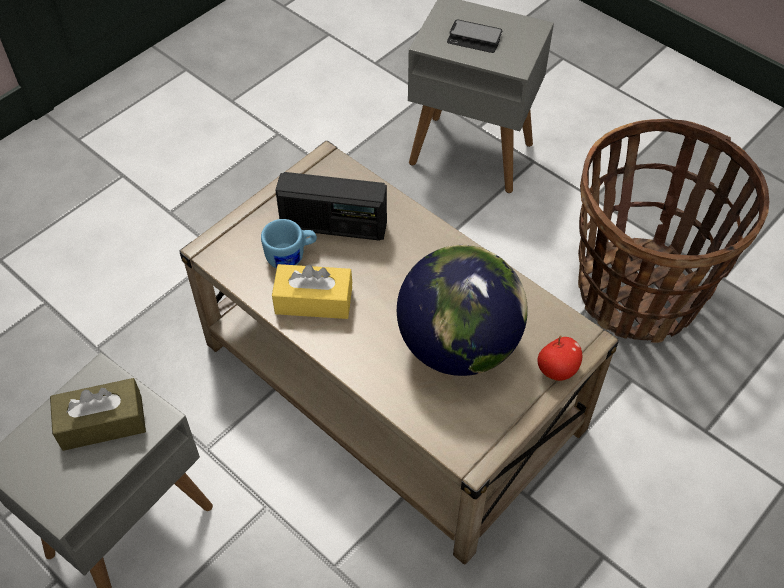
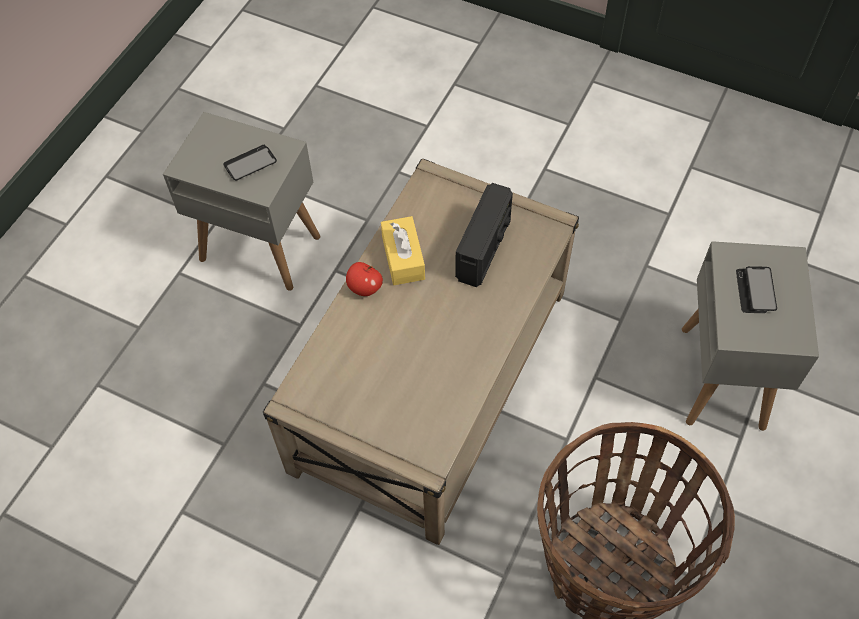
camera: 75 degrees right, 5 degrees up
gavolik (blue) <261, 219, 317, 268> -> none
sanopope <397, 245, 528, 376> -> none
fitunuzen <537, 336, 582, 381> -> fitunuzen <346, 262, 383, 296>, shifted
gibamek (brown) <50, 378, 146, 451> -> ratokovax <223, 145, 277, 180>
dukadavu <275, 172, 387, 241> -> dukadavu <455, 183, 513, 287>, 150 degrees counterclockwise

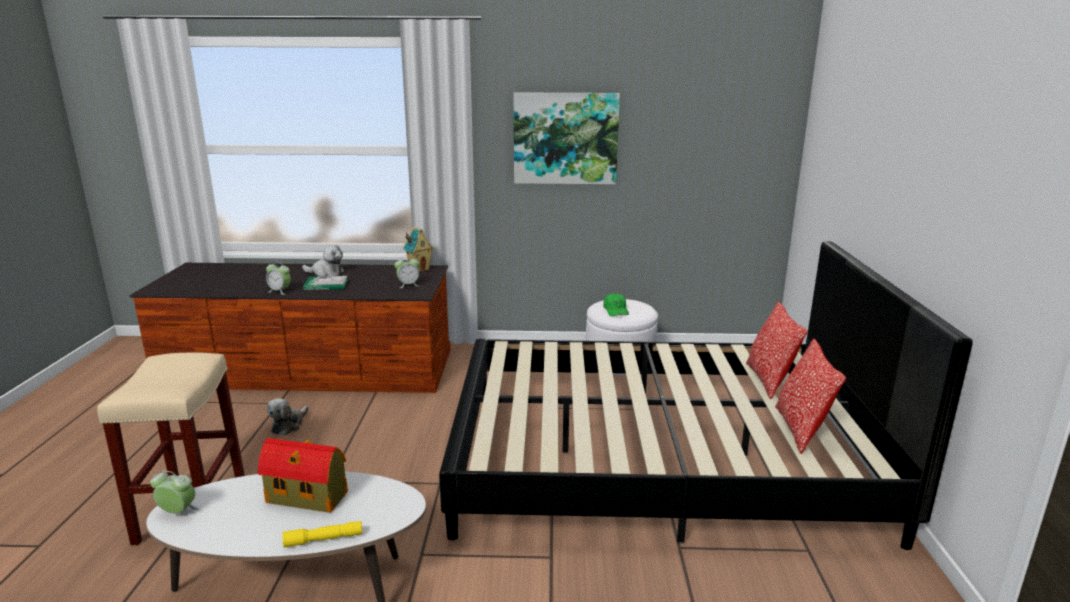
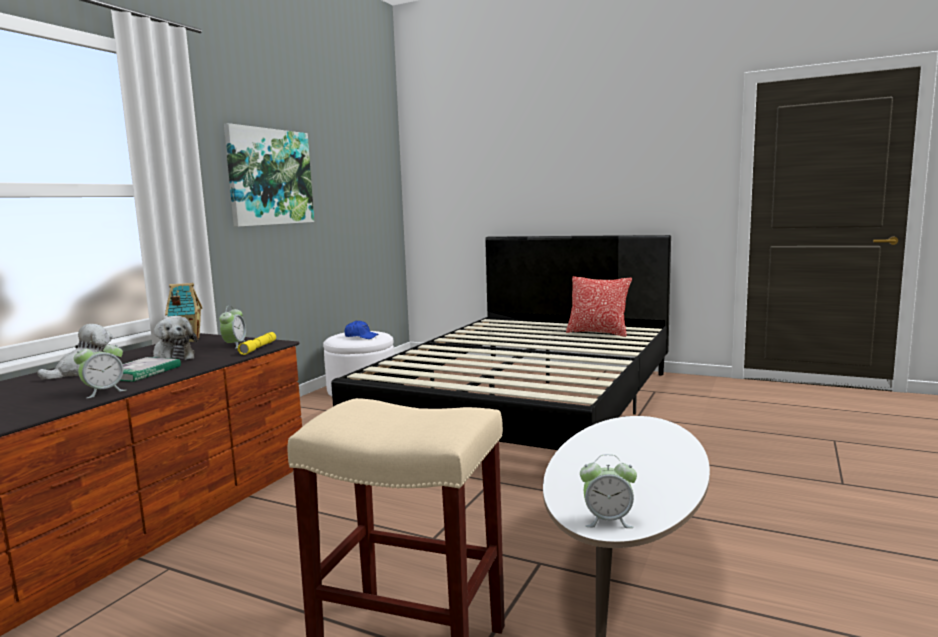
camera: 65 degrees left, 10 degrees down
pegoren <258, 438, 348, 513> -> none
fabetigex <746, 301, 808, 399> -> none
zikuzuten <267, 398, 309, 436> -> zikuzuten <153, 316, 198, 361>, shifted
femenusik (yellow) <282, 521, 362, 548> -> femenusik (yellow) <238, 332, 276, 355>, shifted
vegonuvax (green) <603, 293, 629, 316> -> vegonuvax (blue) <344, 320, 379, 339>
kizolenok <150, 471, 199, 514> -> kizolenok <580, 454, 637, 528>, 120 degrees counterclockwise

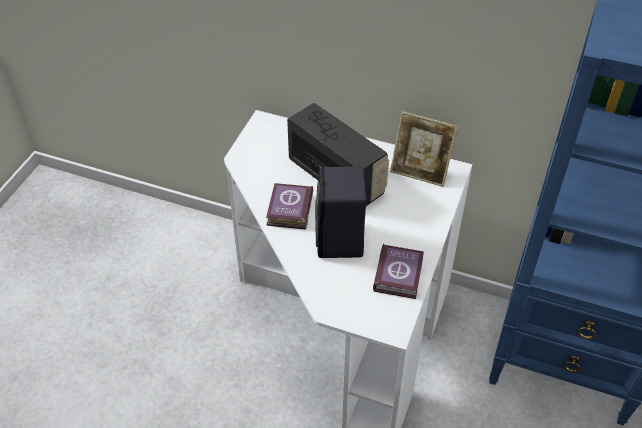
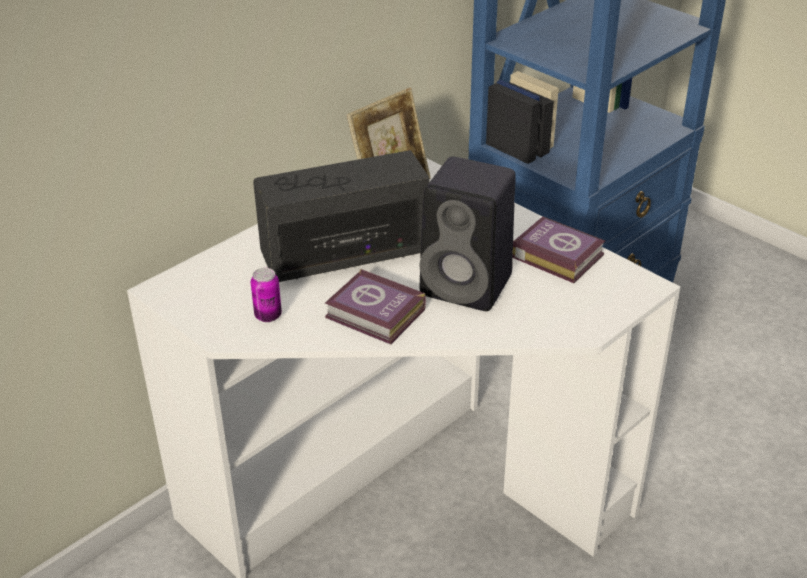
camera: 65 degrees left, 10 degrees down
none -> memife <251, 268, 282, 322>

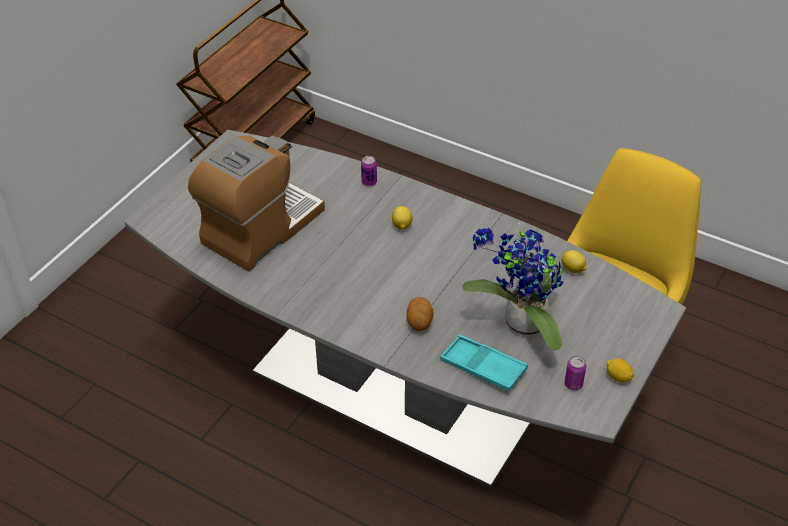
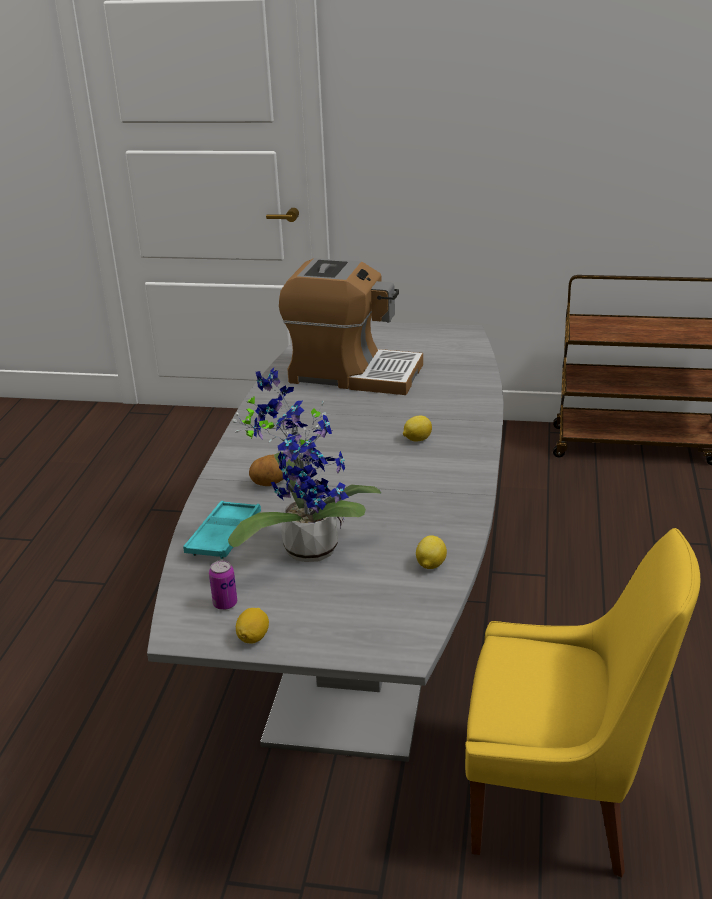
camera: 70 degrees right, 15 degrees down
memife <361, 156, 377, 186> -> none

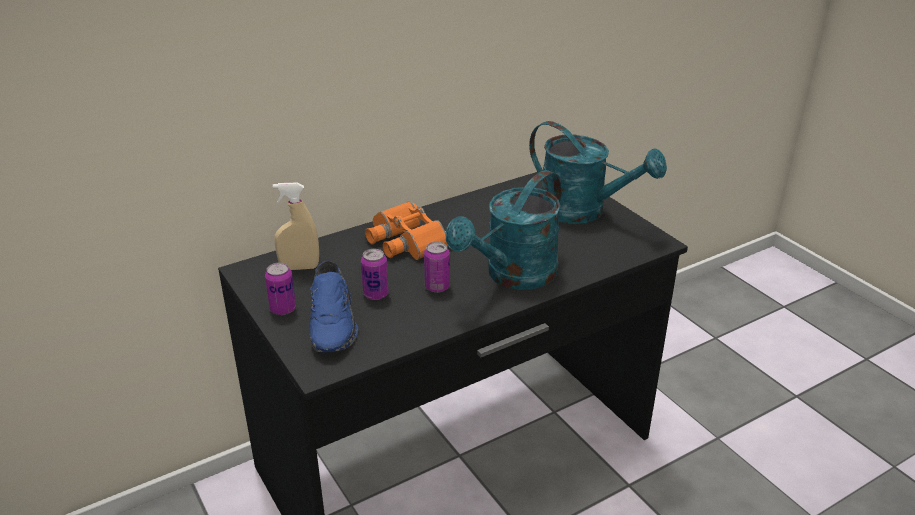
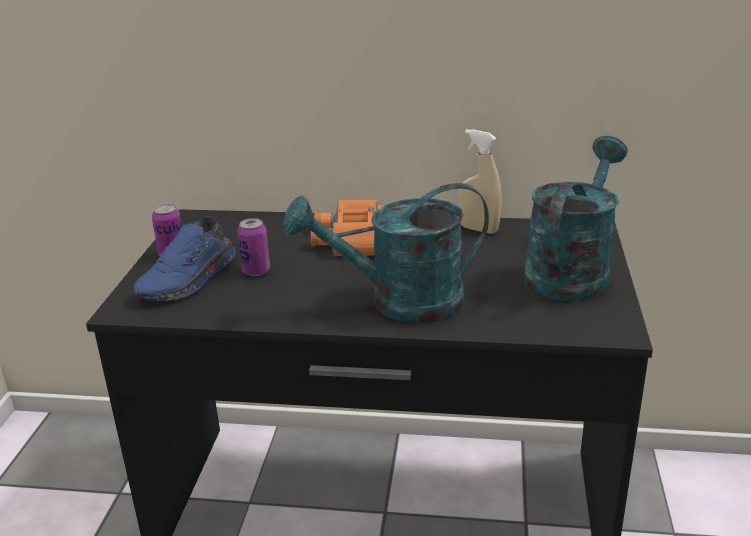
camera: 40 degrees right, 5 degrees down
memife <424, 242, 450, 293> -> none
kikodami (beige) <273, 182, 319, 270> -> kikodami (beige) <459, 129, 502, 234>, shifted
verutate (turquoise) <529, 121, 667, 224> -> verutate (turquoise) <524, 136, 628, 302>, 135 degrees counterclockwise

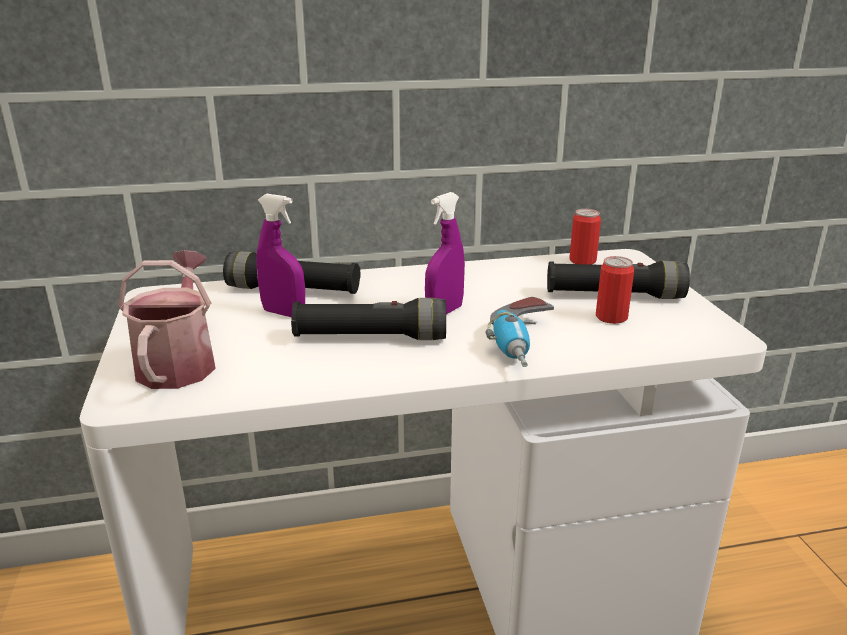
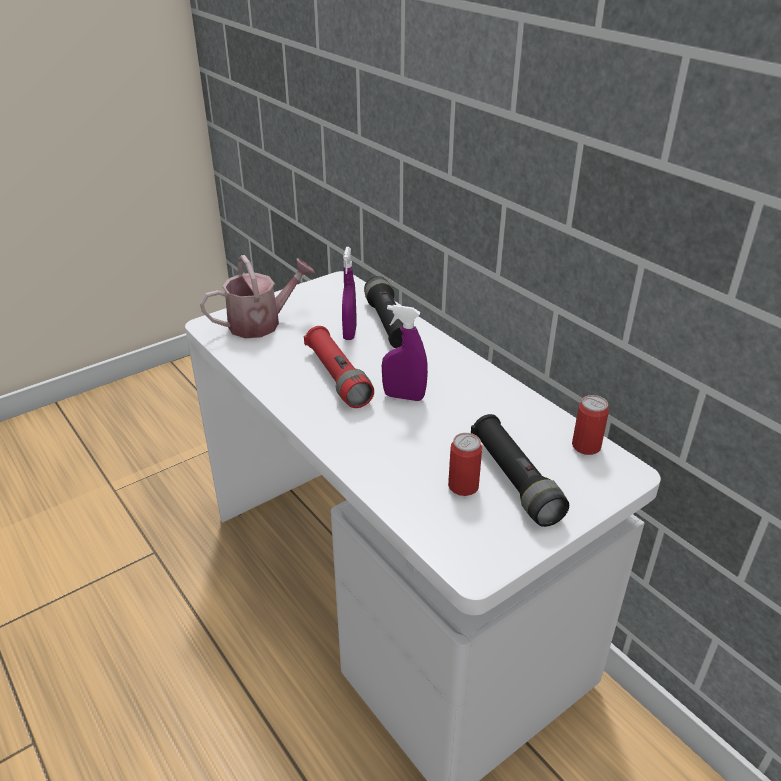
camera: 65 degrees right, 10 degrees up
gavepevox <486, 297, 554, 367> -> none
femenusik (black) <291, 298, 446, 340> -> femenusik (red) <304, 326, 374, 408>

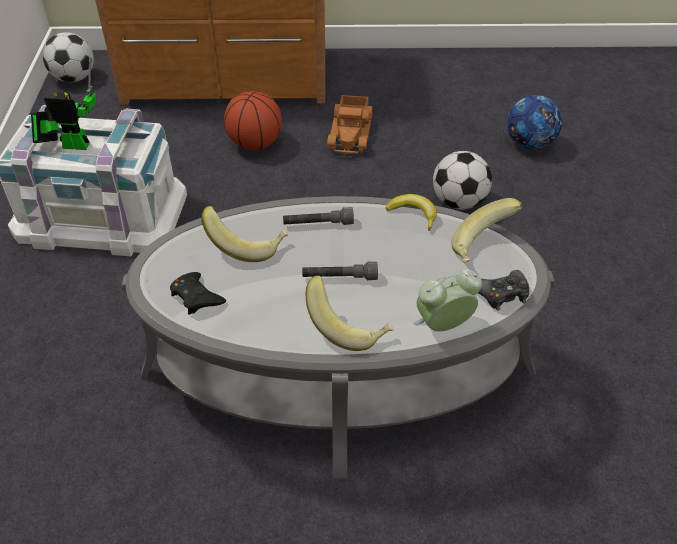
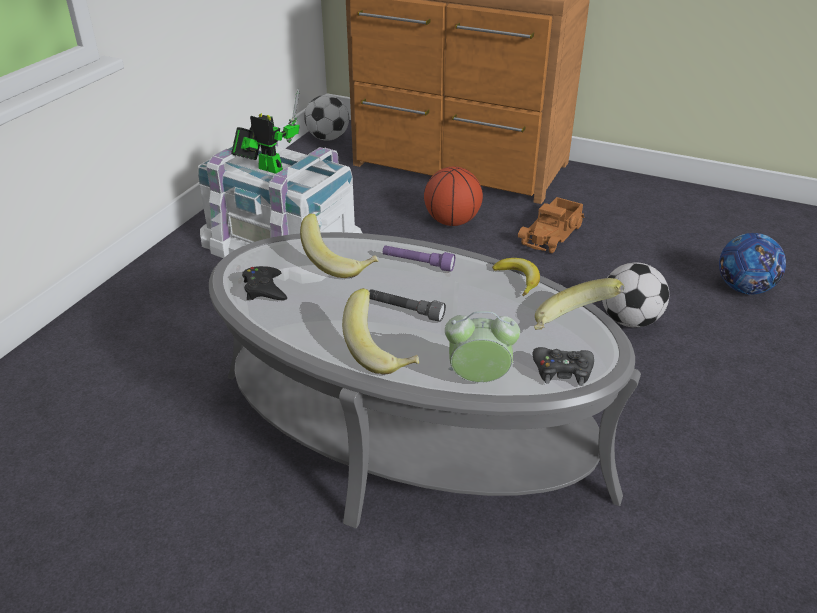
camera: 25 degrees right, 10 degrees down
femenusik (grey) <283, 207, 354, 225> -> femenusik (purple) <383, 246, 455, 272>

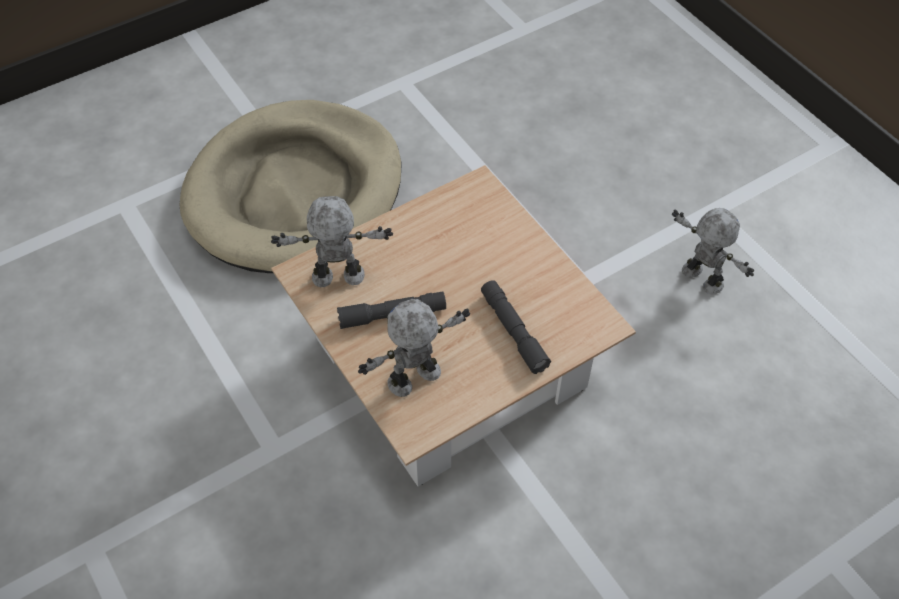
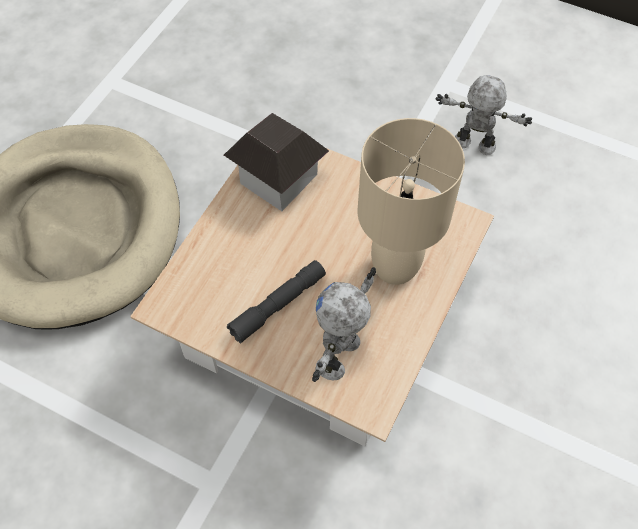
camera: 30 degrees left, 5 degrees up
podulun <271, 196, 393, 287> -> none
none -> pegoren <224, 113, 329, 211>
femenusik (grey) <481, 280, 551, 374> -> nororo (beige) <358, 118, 465, 285>

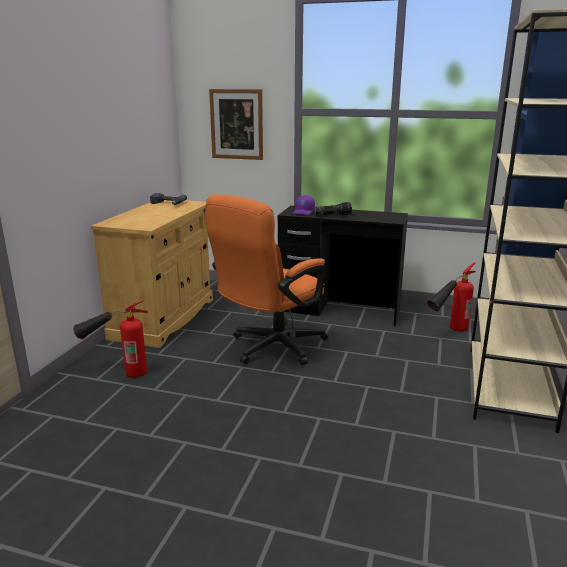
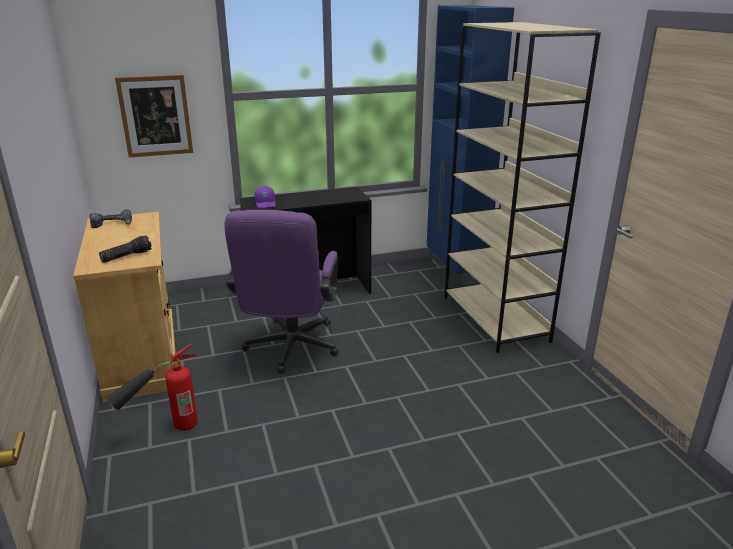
camera: 35 degrees left, 5 degrees up
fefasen <427, 262, 476, 332> -> none
femenusik <314, 202, 352, 216> -> femenusik <99, 235, 152, 263>, shifted
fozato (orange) <205, 194, 328, 365> -> fozato (purple) <224, 210, 339, 373>

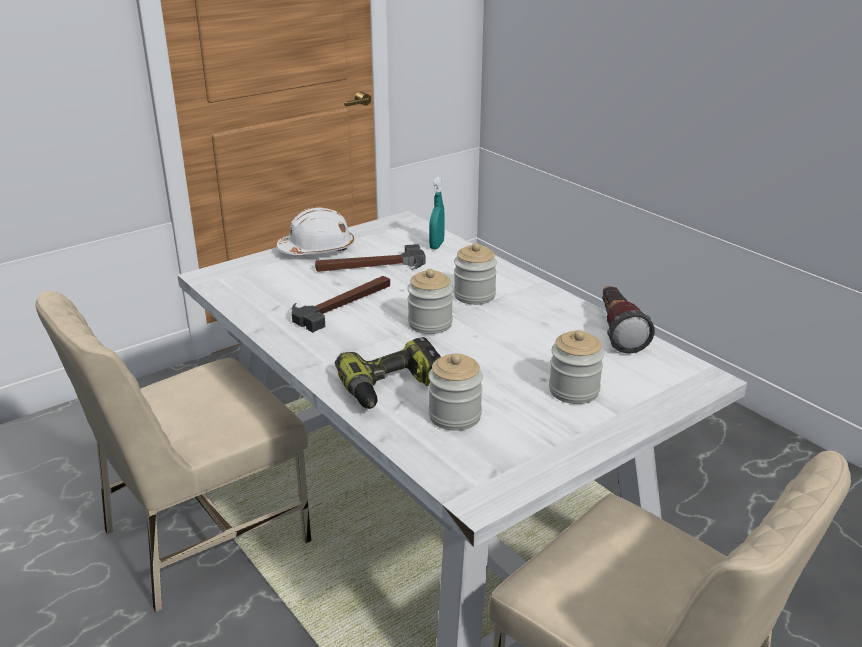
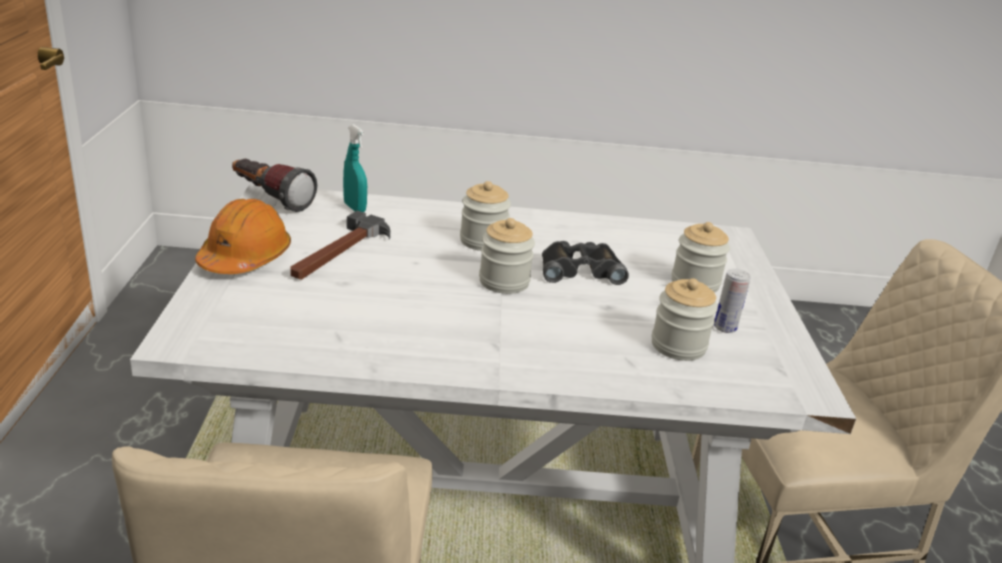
camera: 55 degrees left, 0 degrees up
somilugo <292, 276, 390, 333> -> none
gavepevox <335, 337, 441, 409> -> none
none -> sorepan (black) <542, 241, 629, 285>
none -> memife <714, 269, 751, 333>
femenusik <602, 287, 655, 354> -> femenusik <232, 159, 317, 212>, shifted
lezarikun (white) <276, 207, 354, 255> -> lezarikun (orange) <195, 199, 291, 274>

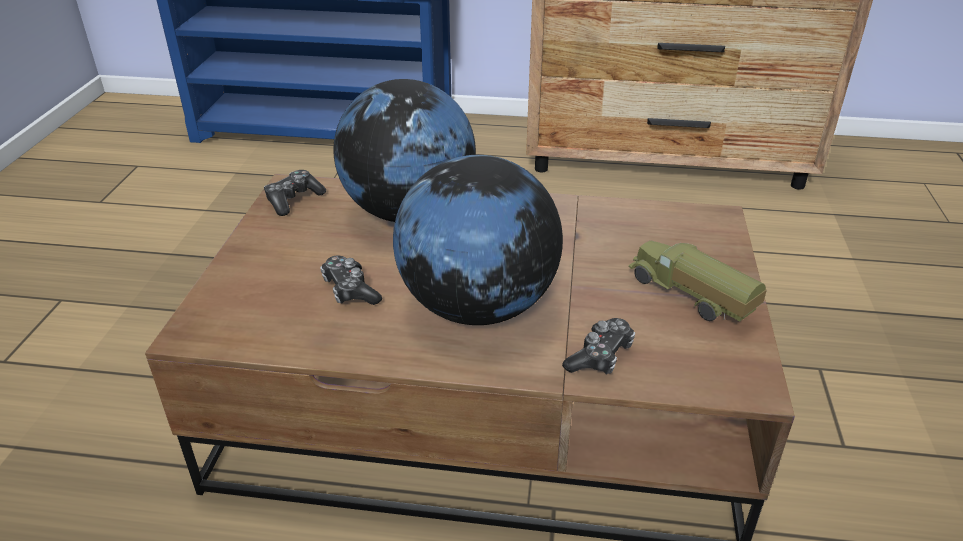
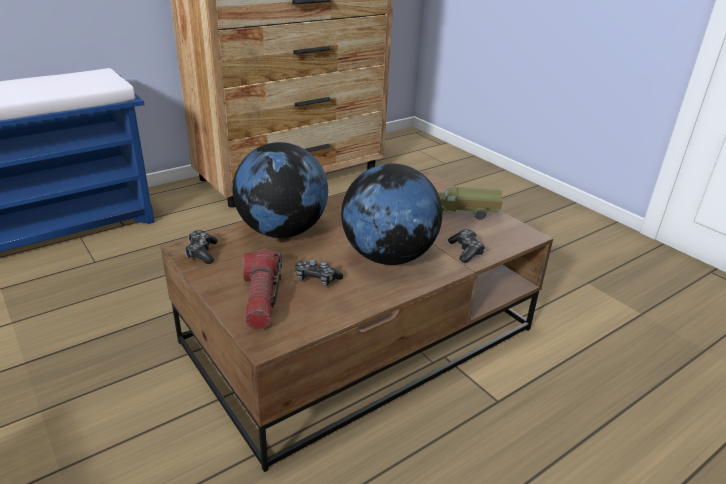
camera: 45 degrees left, 5 degrees down
none -> femenusik <243, 249, 282, 330>

